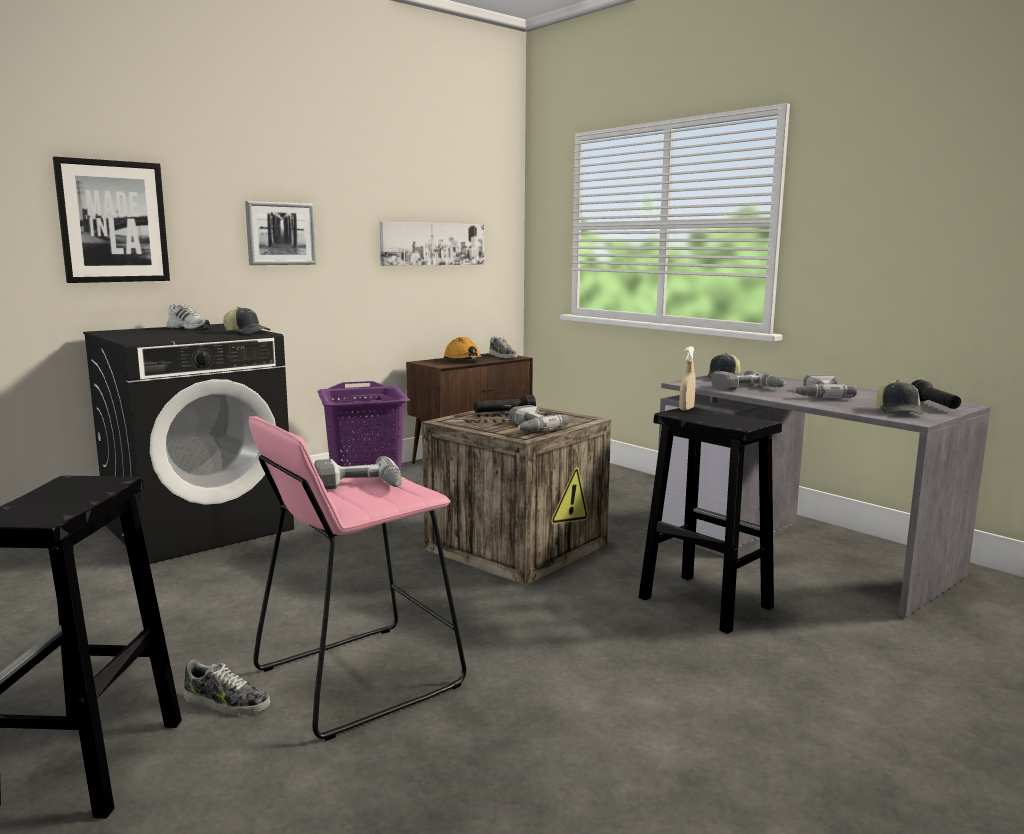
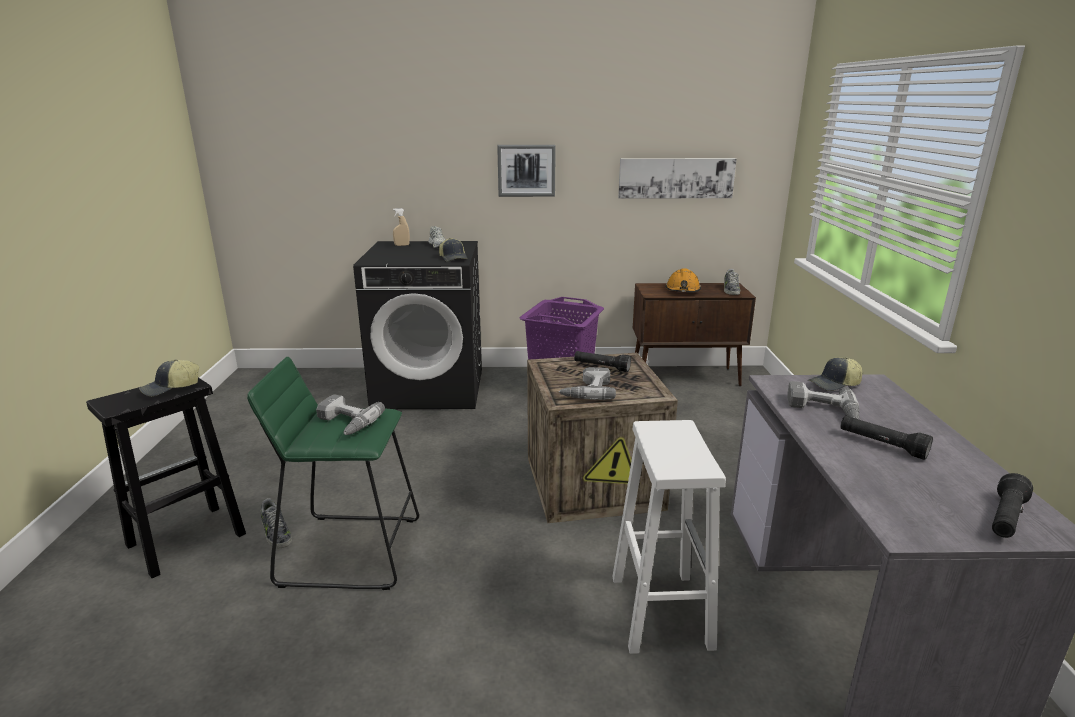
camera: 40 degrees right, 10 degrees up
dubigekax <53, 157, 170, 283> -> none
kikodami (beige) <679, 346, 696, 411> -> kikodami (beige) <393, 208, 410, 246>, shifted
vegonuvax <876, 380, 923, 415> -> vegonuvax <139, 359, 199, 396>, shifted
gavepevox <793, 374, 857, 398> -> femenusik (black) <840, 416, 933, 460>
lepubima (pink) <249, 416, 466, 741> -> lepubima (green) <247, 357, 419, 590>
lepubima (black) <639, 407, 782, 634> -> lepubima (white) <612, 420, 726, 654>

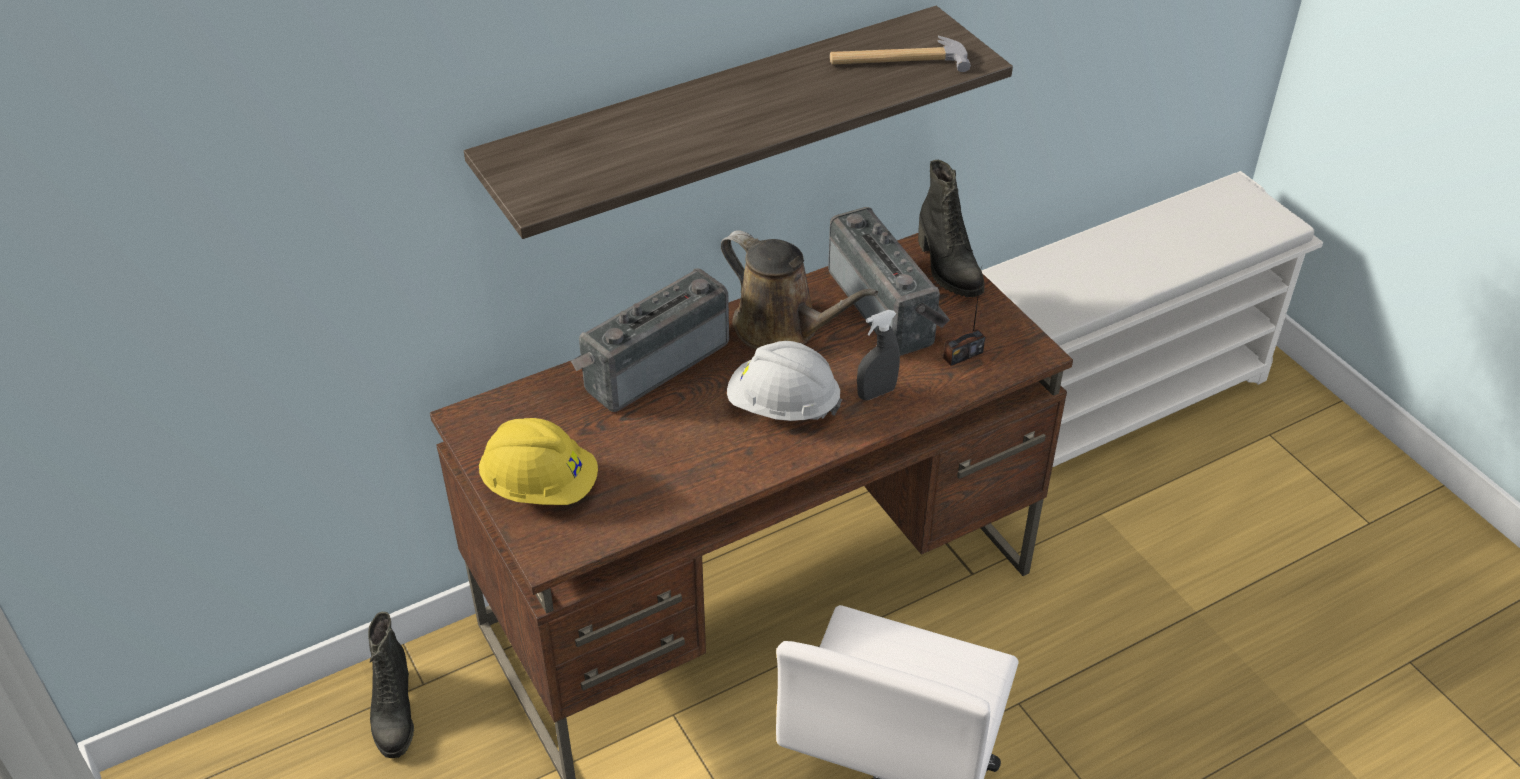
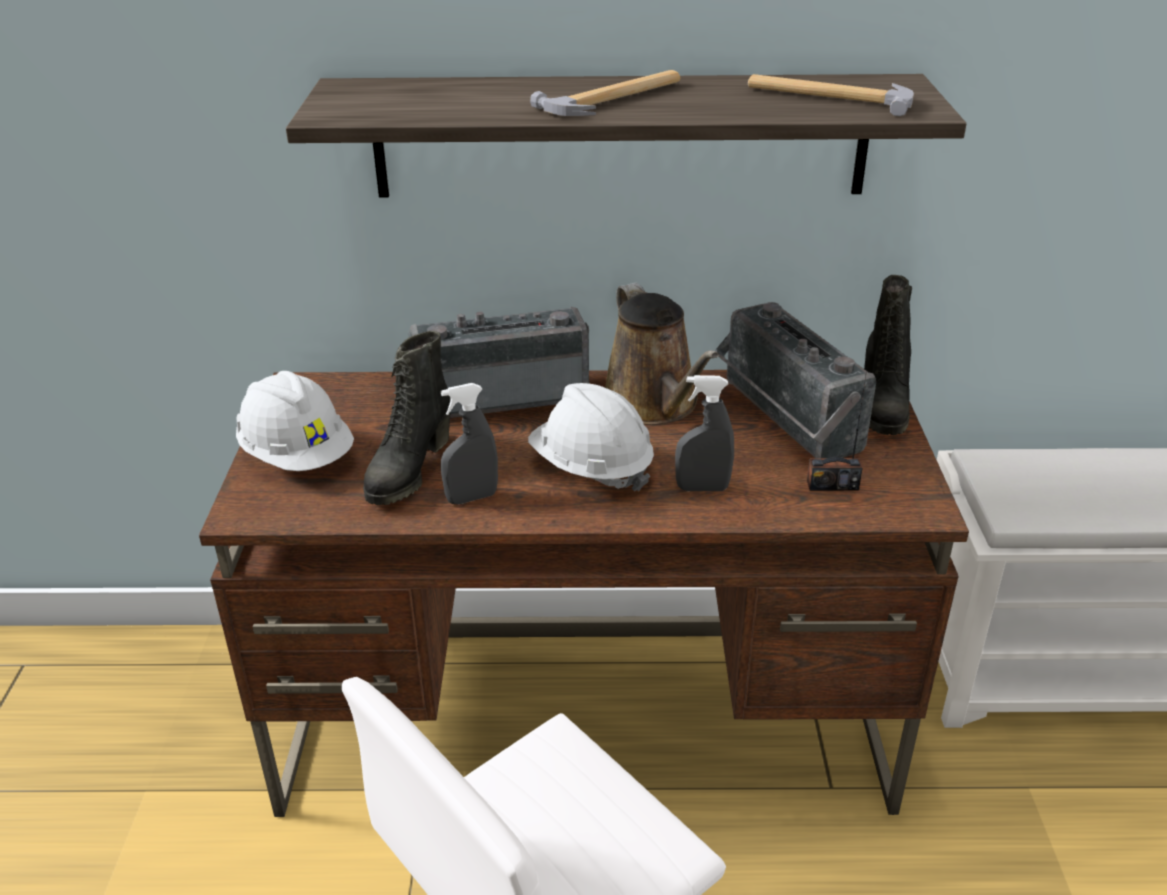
camera: 30 degrees right, 10 degrees down
none -> kikodami (grey) <441, 383, 498, 504>
none -> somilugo <530, 70, 680, 116>
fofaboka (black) <368, 612, 414, 758> -> fofaboka (black) <363, 331, 450, 505>, shifted
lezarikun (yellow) <479, 418, 598, 505> -> lezarikun (white) <236, 371, 354, 471>
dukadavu <828, 207, 950, 356> -> dukadavu <715, 302, 876, 458>, 150 degrees clockwise

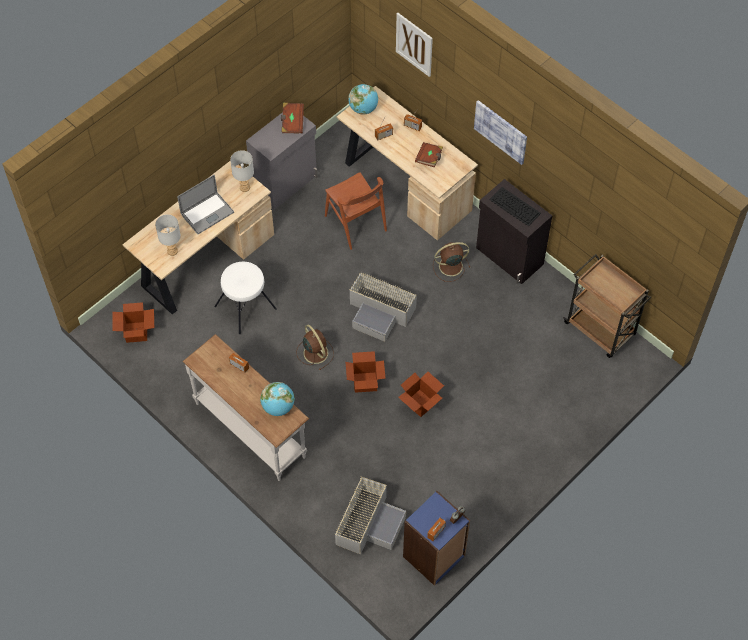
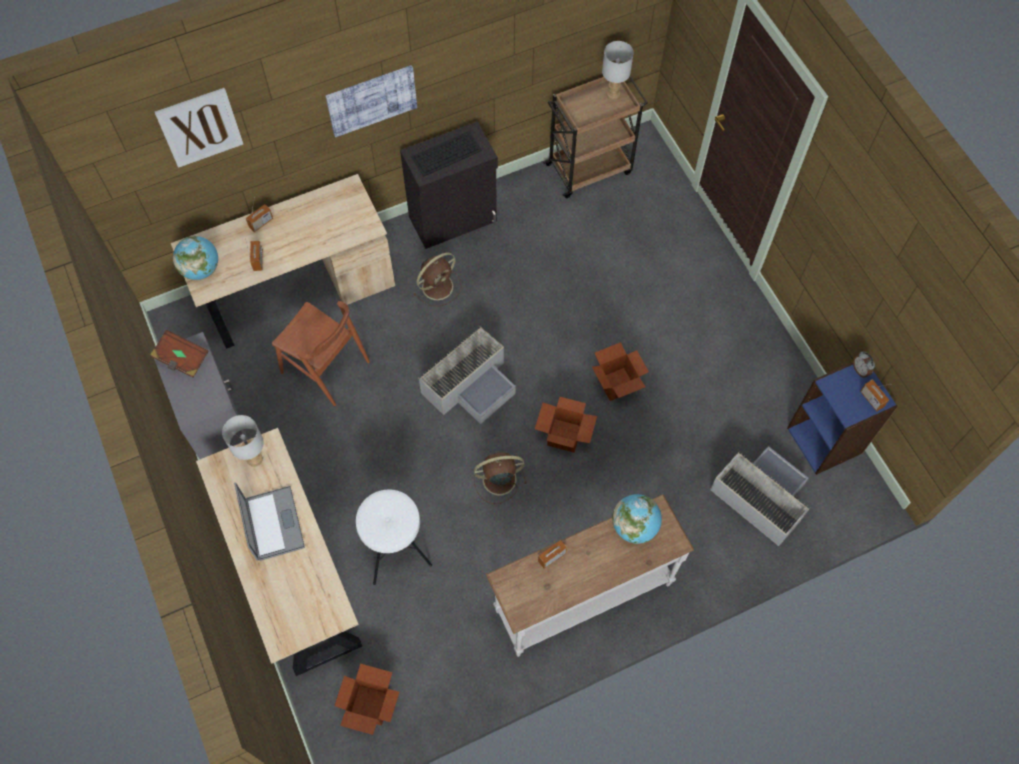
camera: 70 degrees left, 5 degrees up
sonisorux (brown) <415, 142, 443, 167> -> none
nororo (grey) <155, 214, 181, 256> -> nororo (grey) <602, 41, 634, 100>, shifted
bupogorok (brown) <325, 172, 387, 250> -> bupogorok (brown) <272, 301, 370, 406>, 45 degrees clockwise
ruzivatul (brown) <433, 242, 471, 282> -> ruzivatul (brown) <414, 253, 462, 306>, 135 degrees counterclockwise

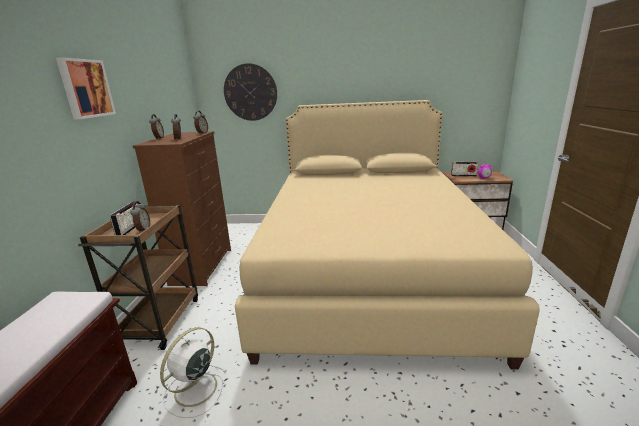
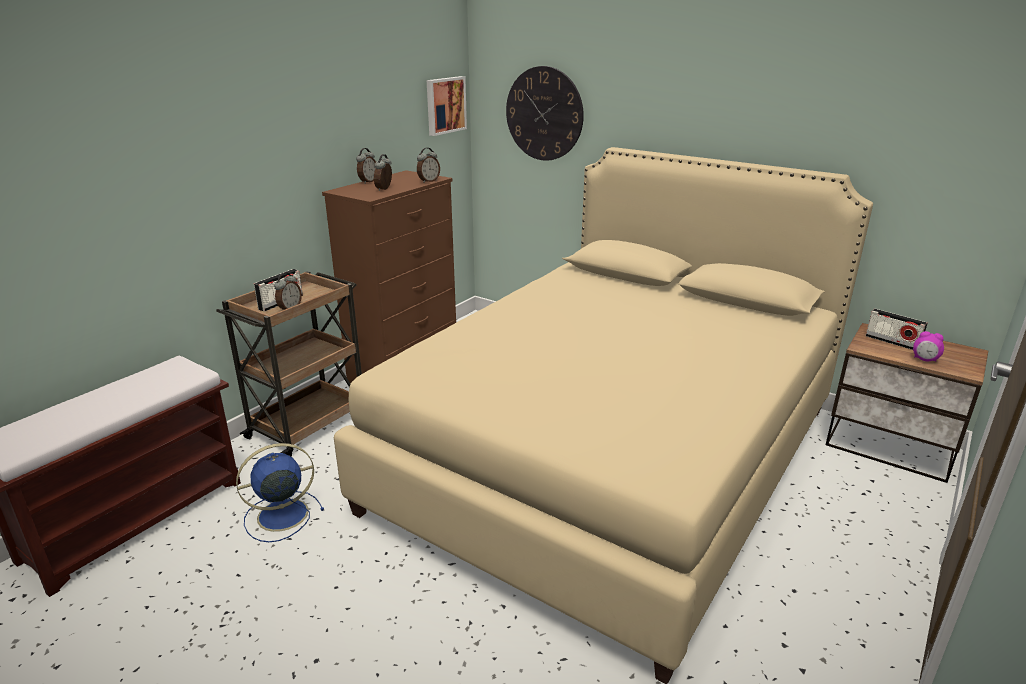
camera: 30 degrees right, 5 degrees up
dubigekax <56, 57, 116, 120> -> dubigekax <427, 76, 467, 136>, shifted
ruzivatul (white) <160, 327, 227, 418> -> ruzivatul (blue) <236, 443, 324, 542>

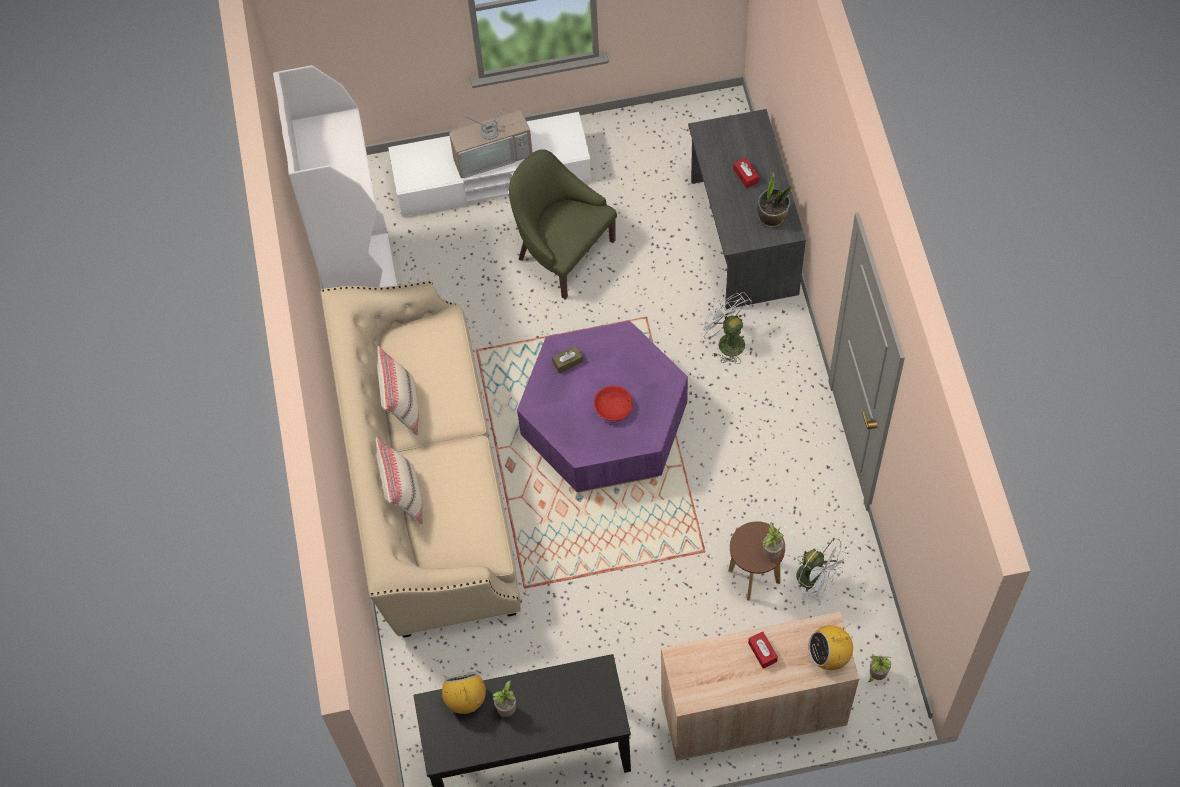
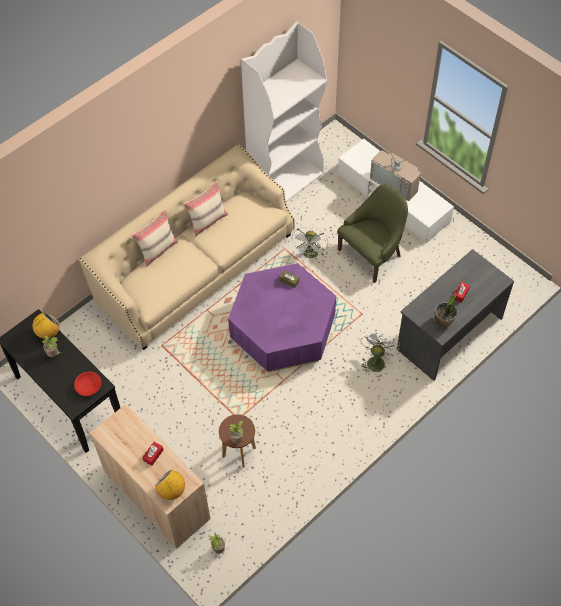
camera: 55 degrees right, 5 degrees down
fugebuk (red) <594, 385, 633, 421> -> fugebuk (red) <74, 372, 101, 396>, shifted
ruzivatul (white) <796, 538, 849, 600> -> ruzivatul (white) <291, 227, 328, 258>, shifted
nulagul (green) <509, 149, 617, 299> -> nulagul (green) <337, 184, 408, 283>, 45 degrees clockwise

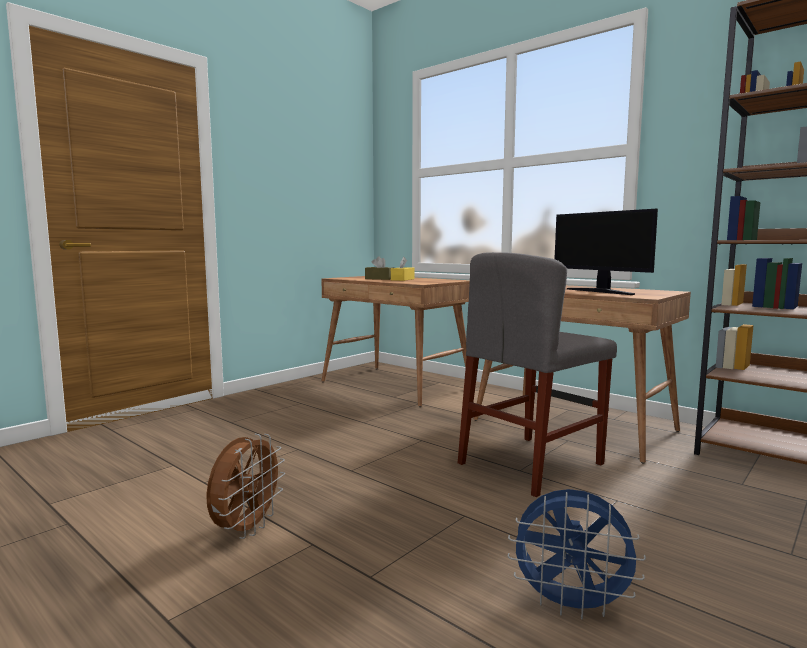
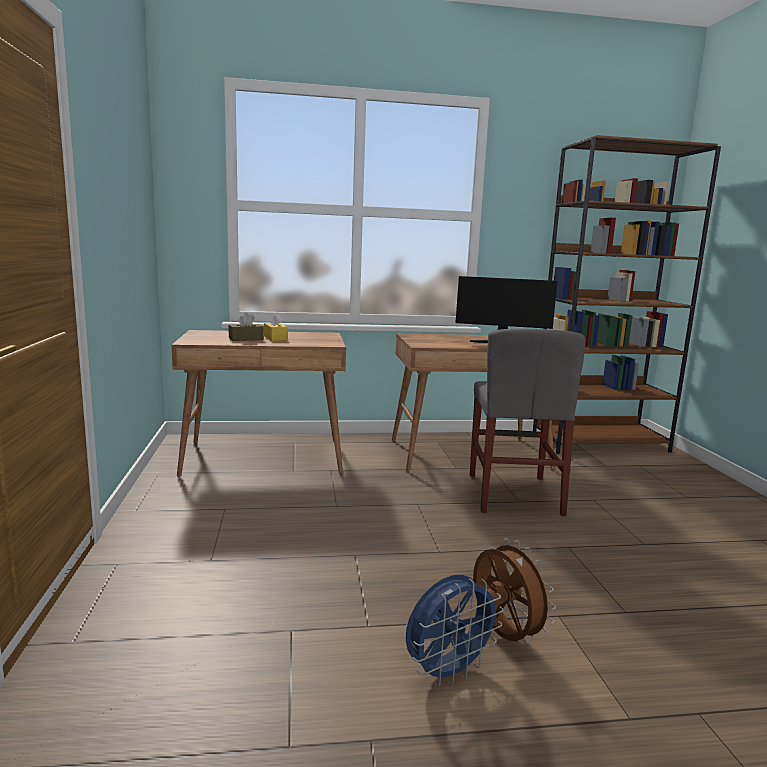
camera: 50 degrees left, 5 degrees up
ruzivatul (blue) <508, 489, 646, 619> -> ruzivatul (blue) <406, 575, 504, 687>, shifted

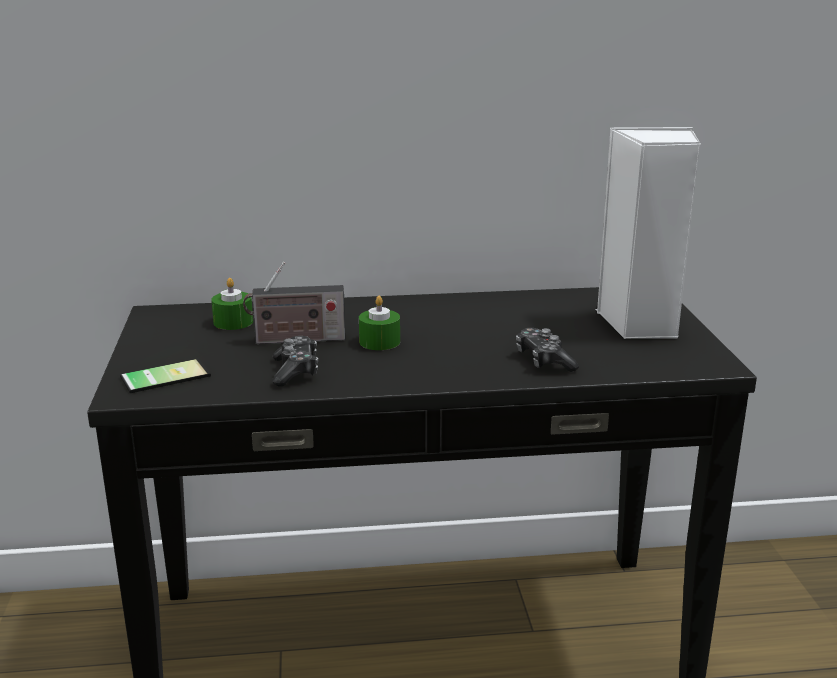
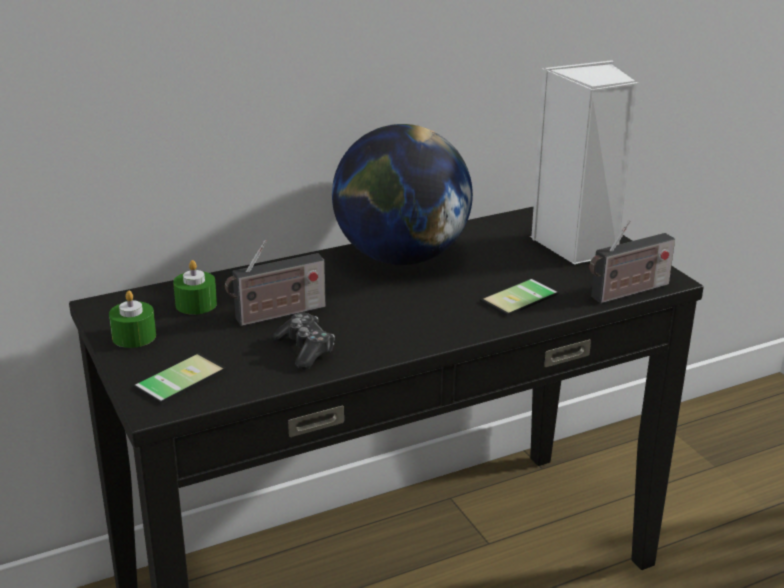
camera: 20 degrees left, 5 degrees up
none -> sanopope <332, 124, 473, 265>
none -> dukadavu <589, 220, 675, 303>
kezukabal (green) <359, 296, 400, 350> -> kezukabal (green) <109, 291, 156, 348>, shifted
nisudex <516, 328, 579, 372> -> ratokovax <480, 278, 559, 316>

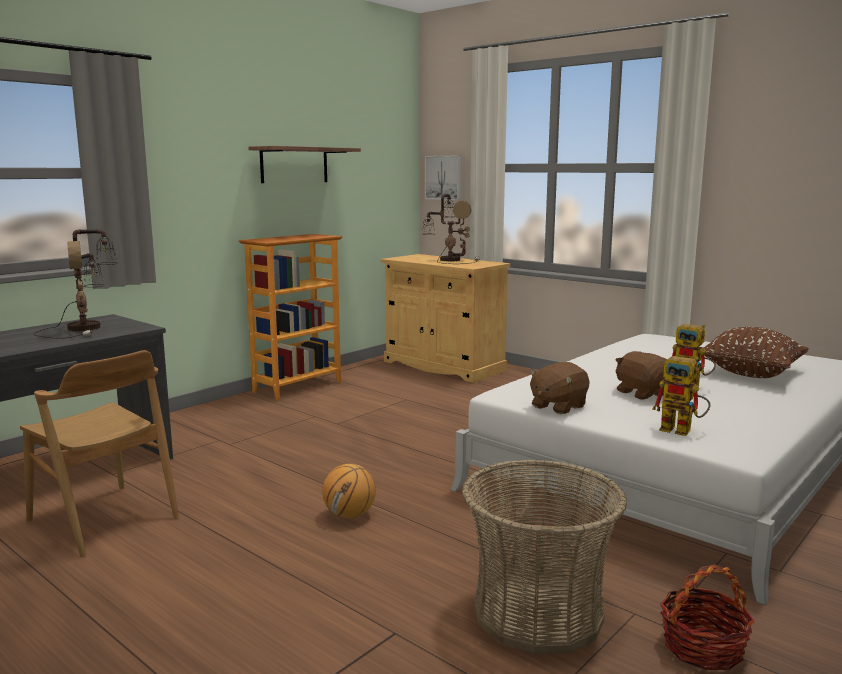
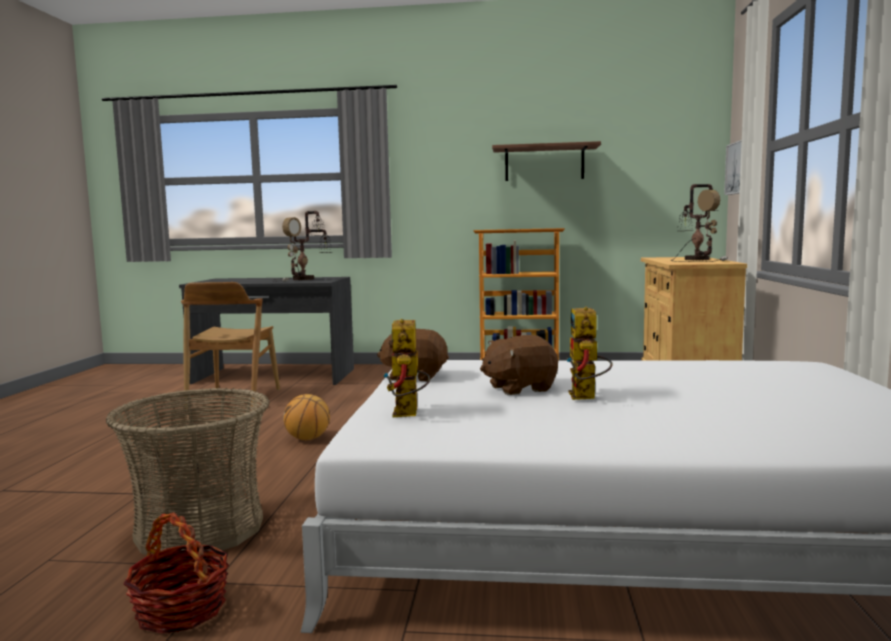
camera: 55 degrees right, 5 degrees down
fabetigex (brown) <704, 327, 809, 378> -> none
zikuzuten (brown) <616, 351, 667, 400> -> zikuzuten (brown) <480, 335, 558, 395>, 135 degrees counterclockwise

